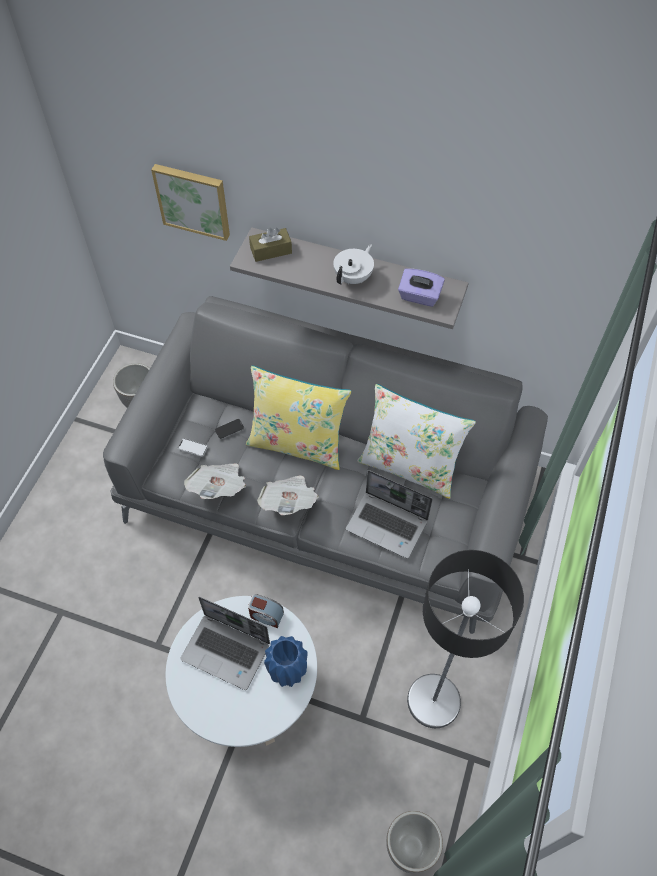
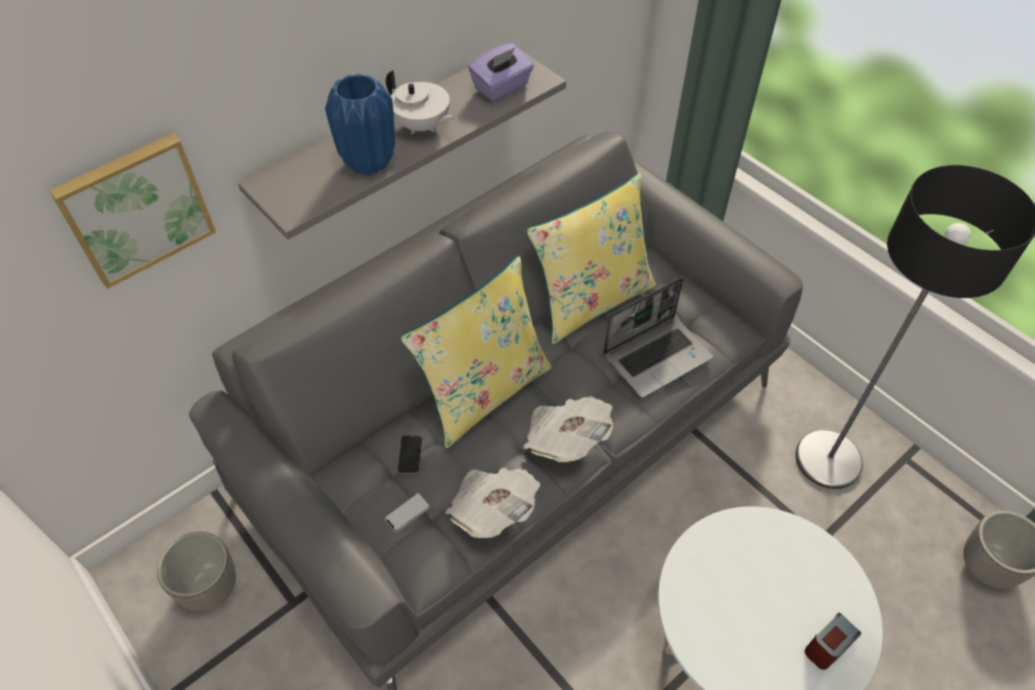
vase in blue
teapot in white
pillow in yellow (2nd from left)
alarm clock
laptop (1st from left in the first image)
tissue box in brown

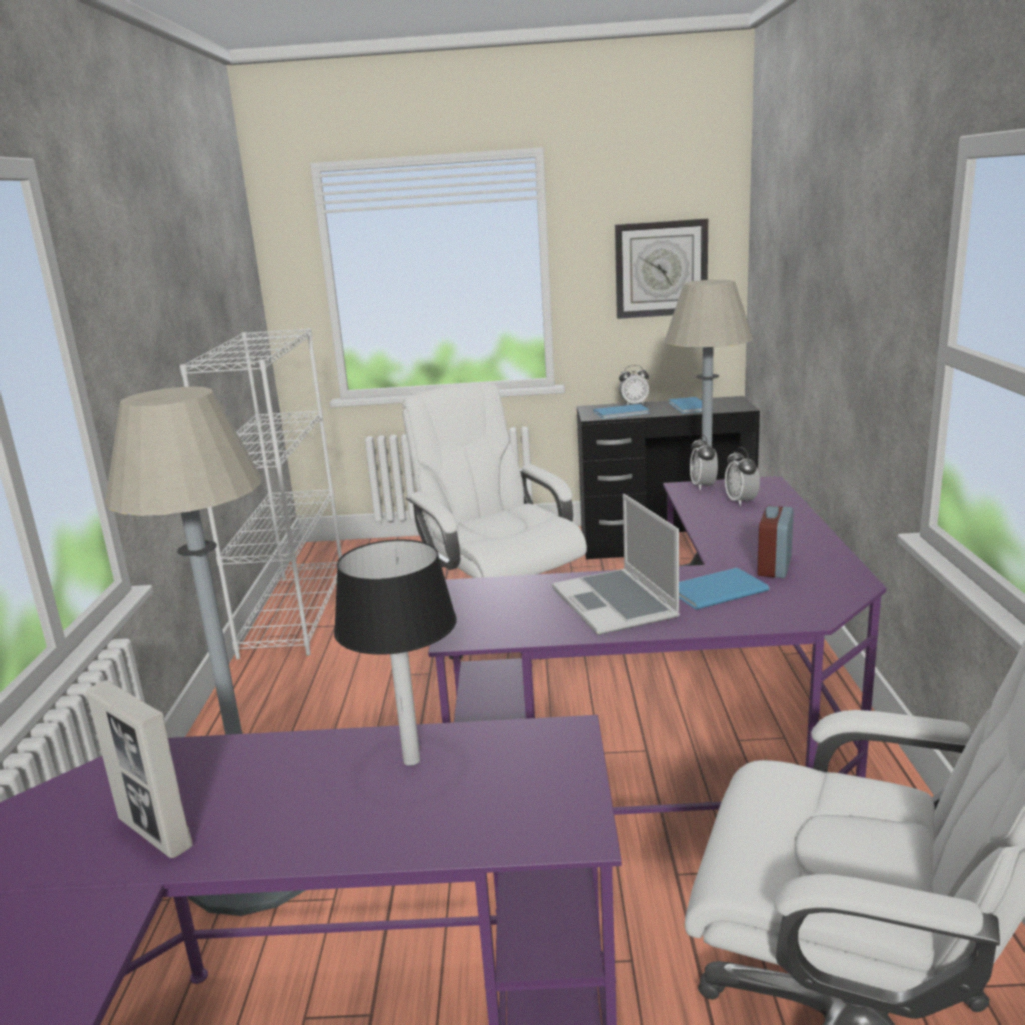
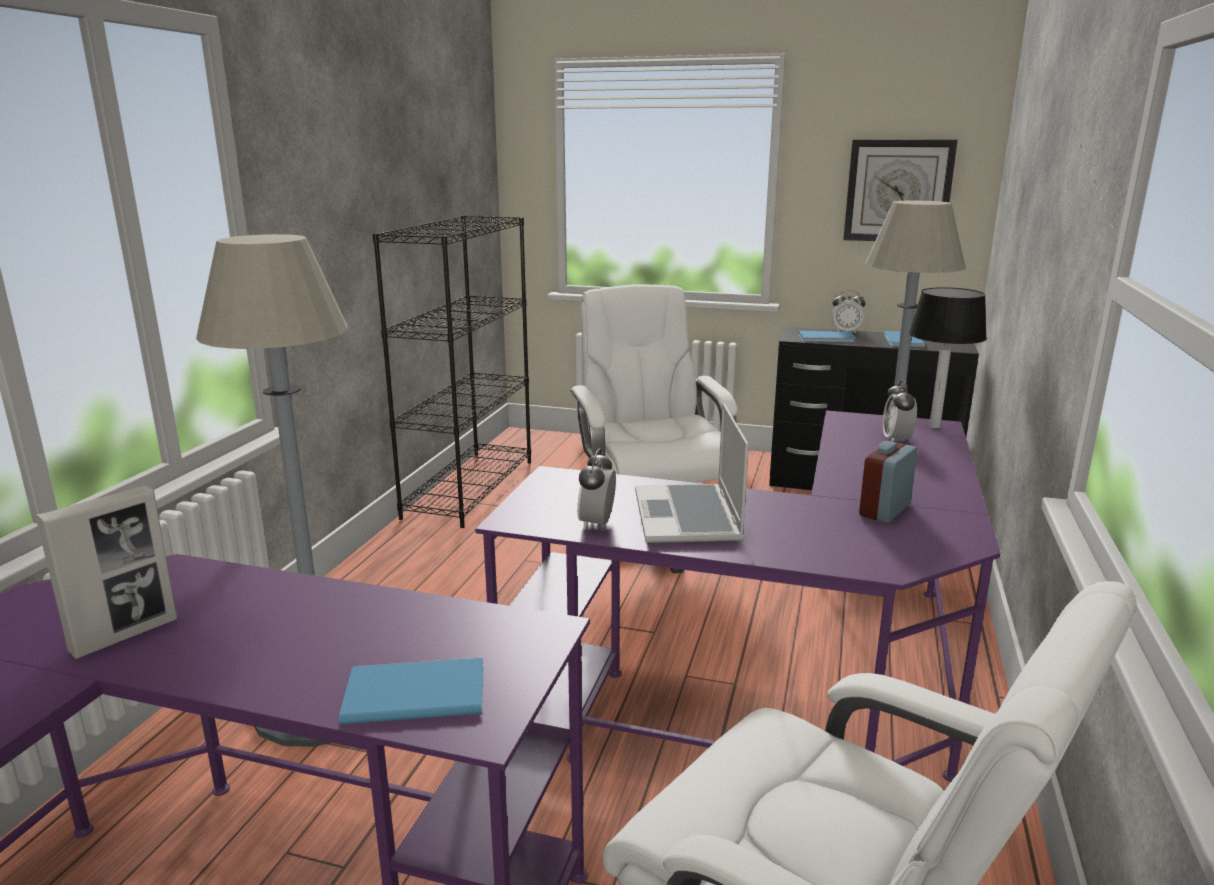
picture frame
book in blue (1st from left)
bookcase in black
alarm clock (1st from left)
table lamp

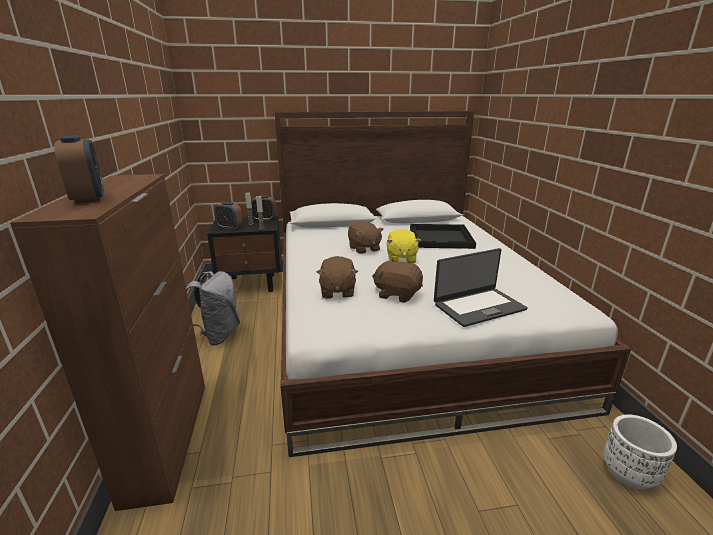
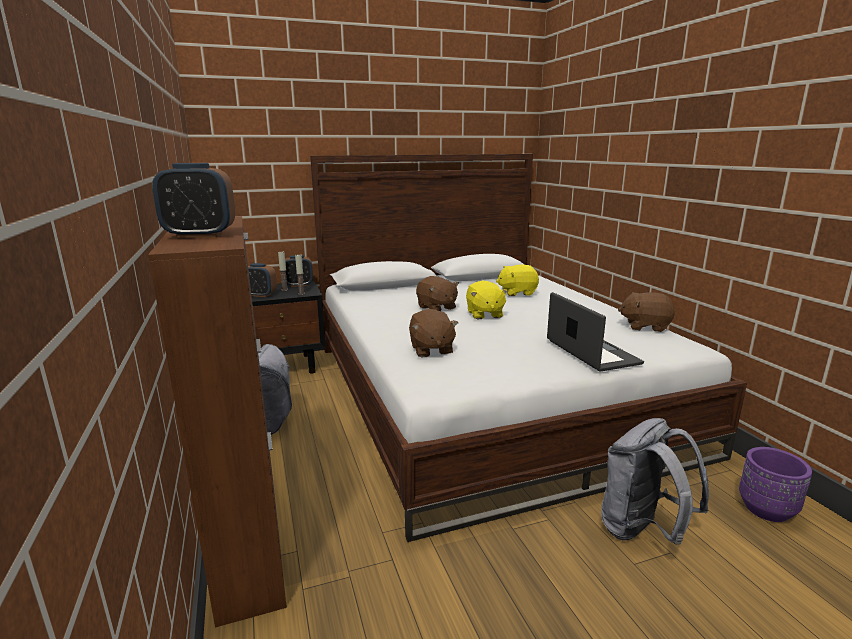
alarm clock (1st from left)
plush toy in yellow (2nd from left)
laptop
backpack in grey (2nd from left)
plush toy in brown (3rd from left)
planter in purple

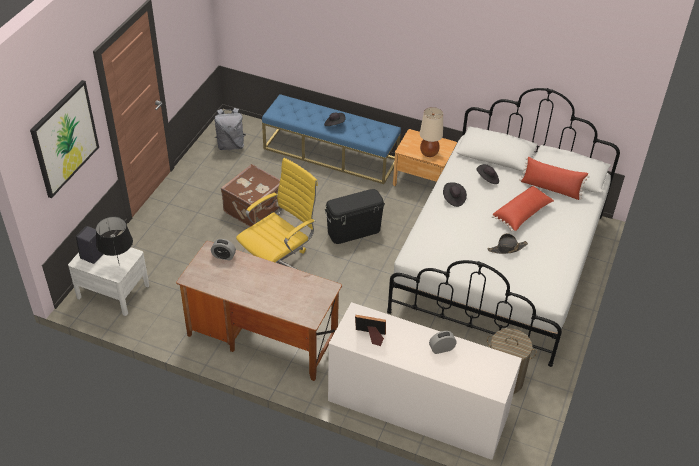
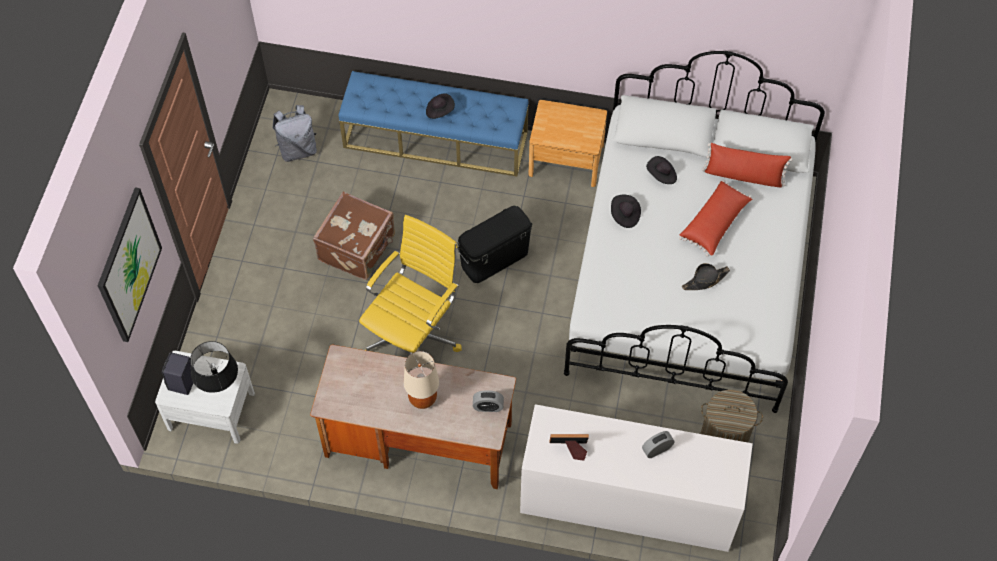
table lamp in beige
alarm clock (1st from left)

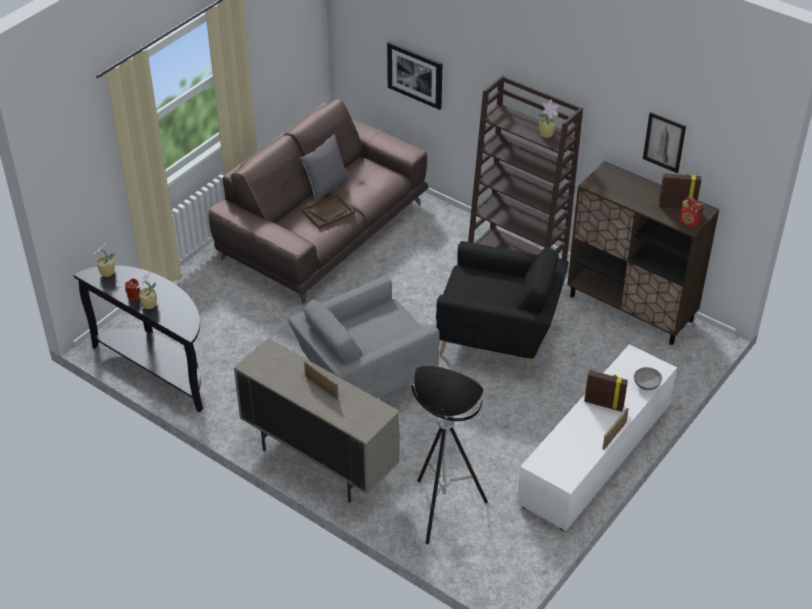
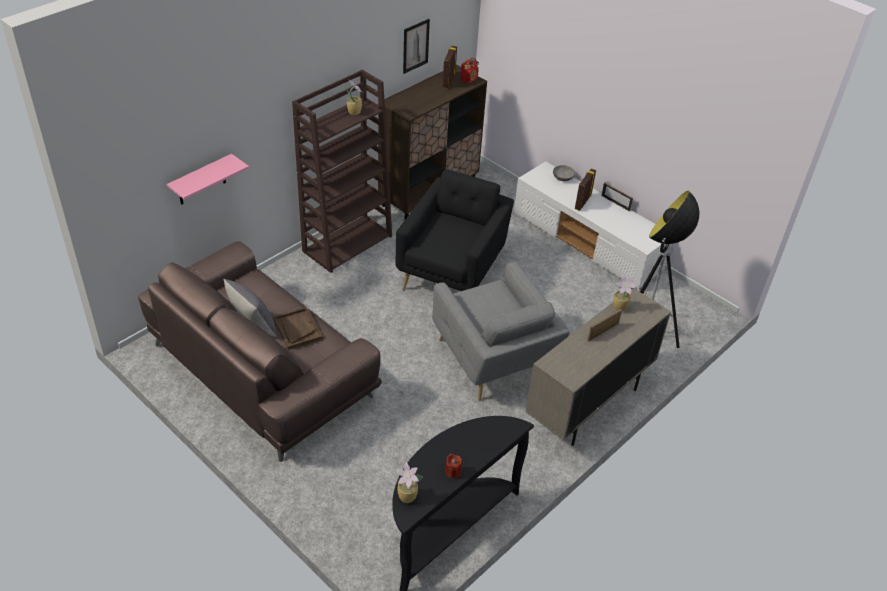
shelf in pink
potted plant (3rd from left)

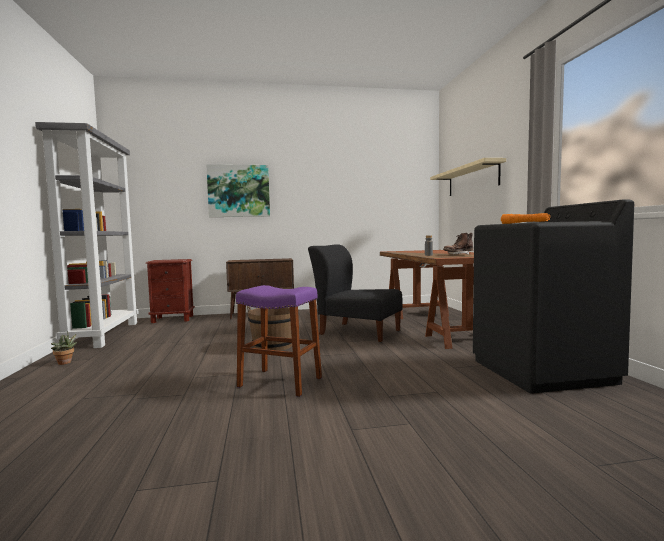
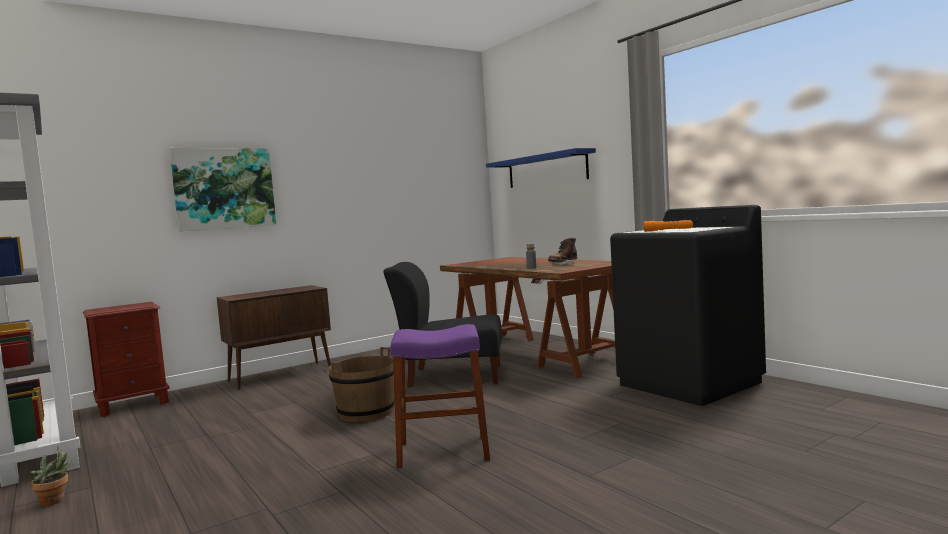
shelf in blue

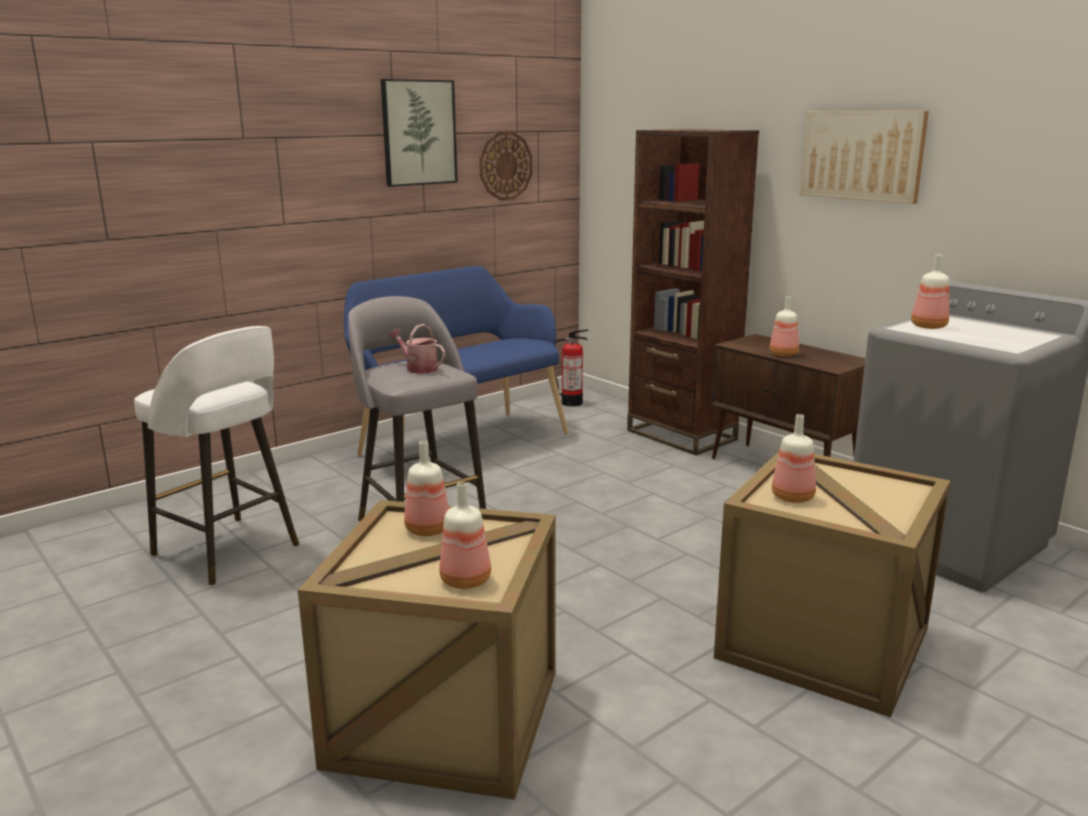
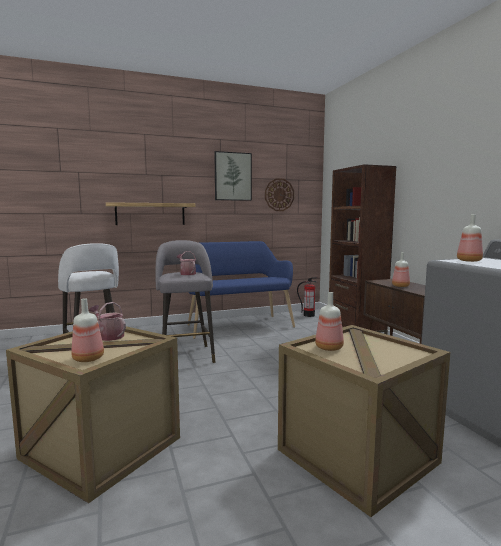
watering can (1st from left)
shelf
picture (2nd from left in the first image)

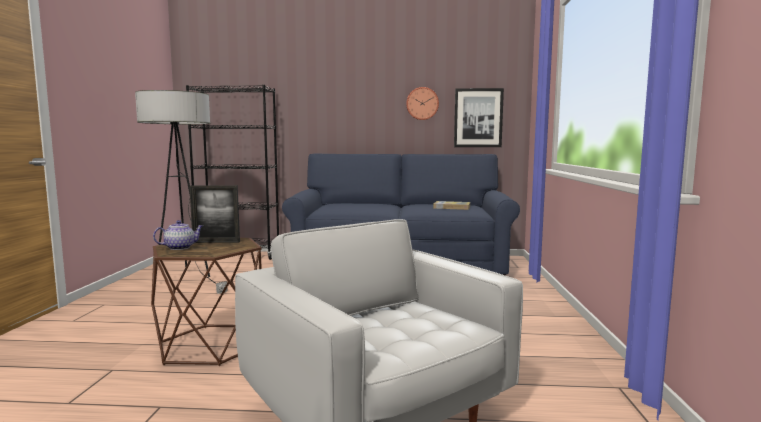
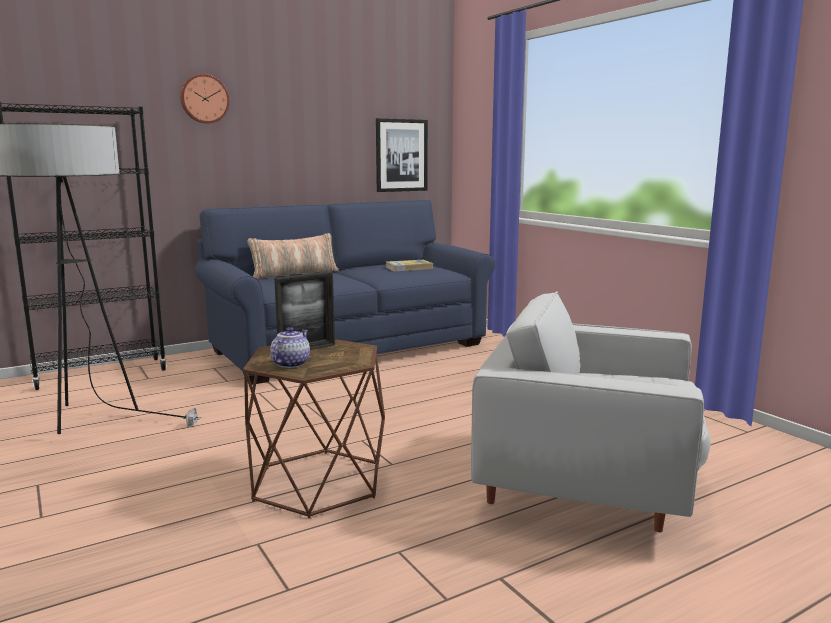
wall clock
pillow

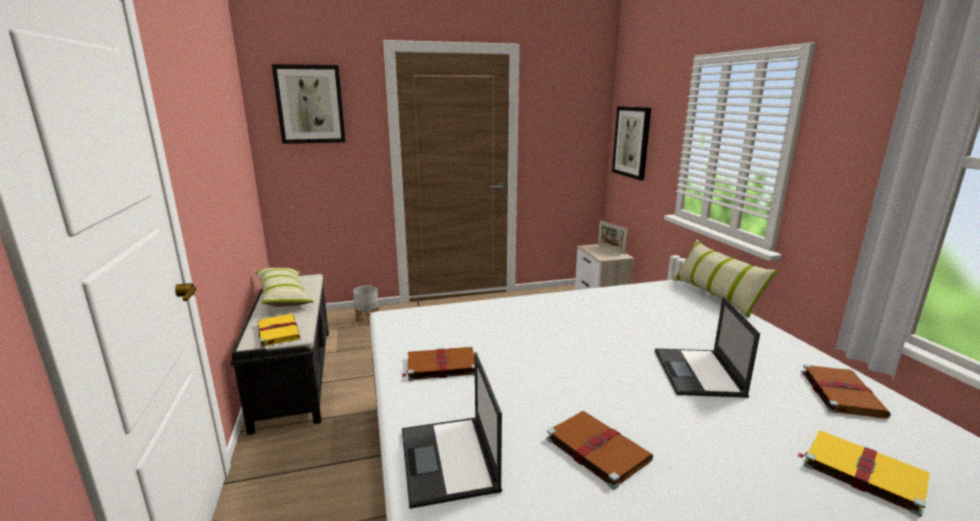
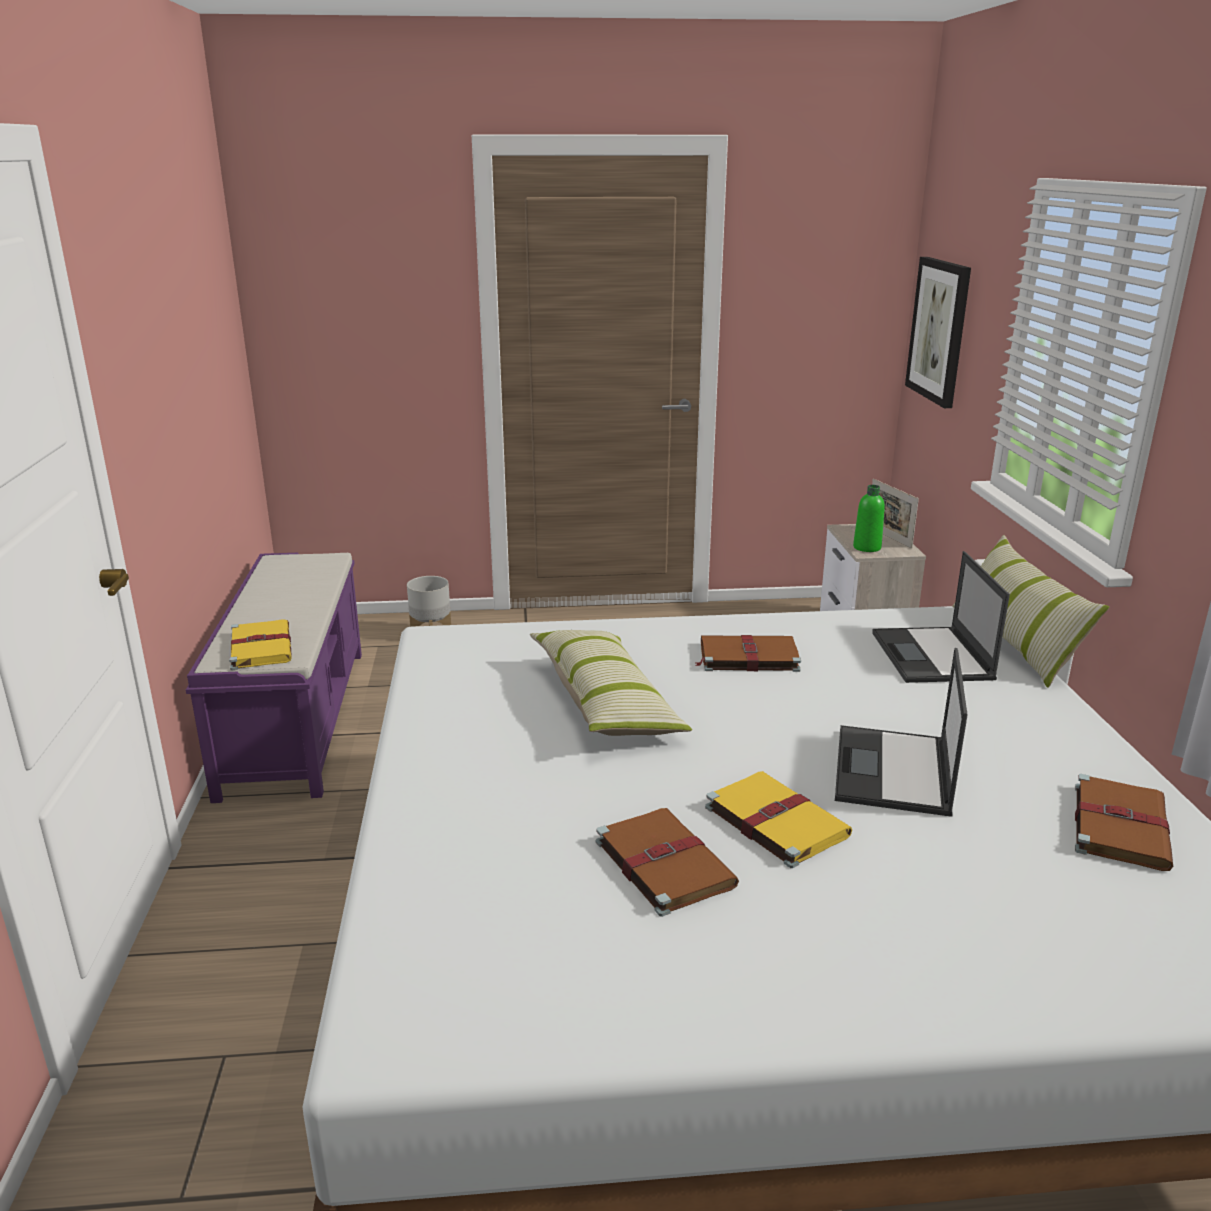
bench in purple
pillow (1st from left)
book in brown (2nd from left)
book in yellow (2nd from left)
bottle in green
laptop (2nd from left)
picture (1st from left in the first image)

